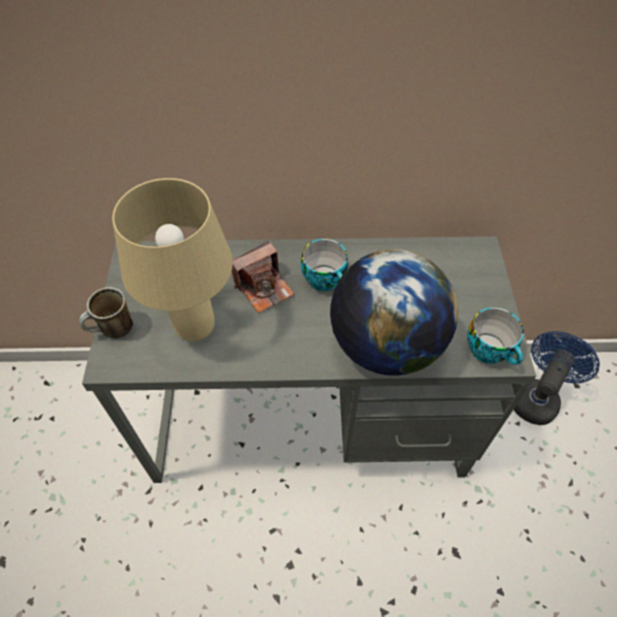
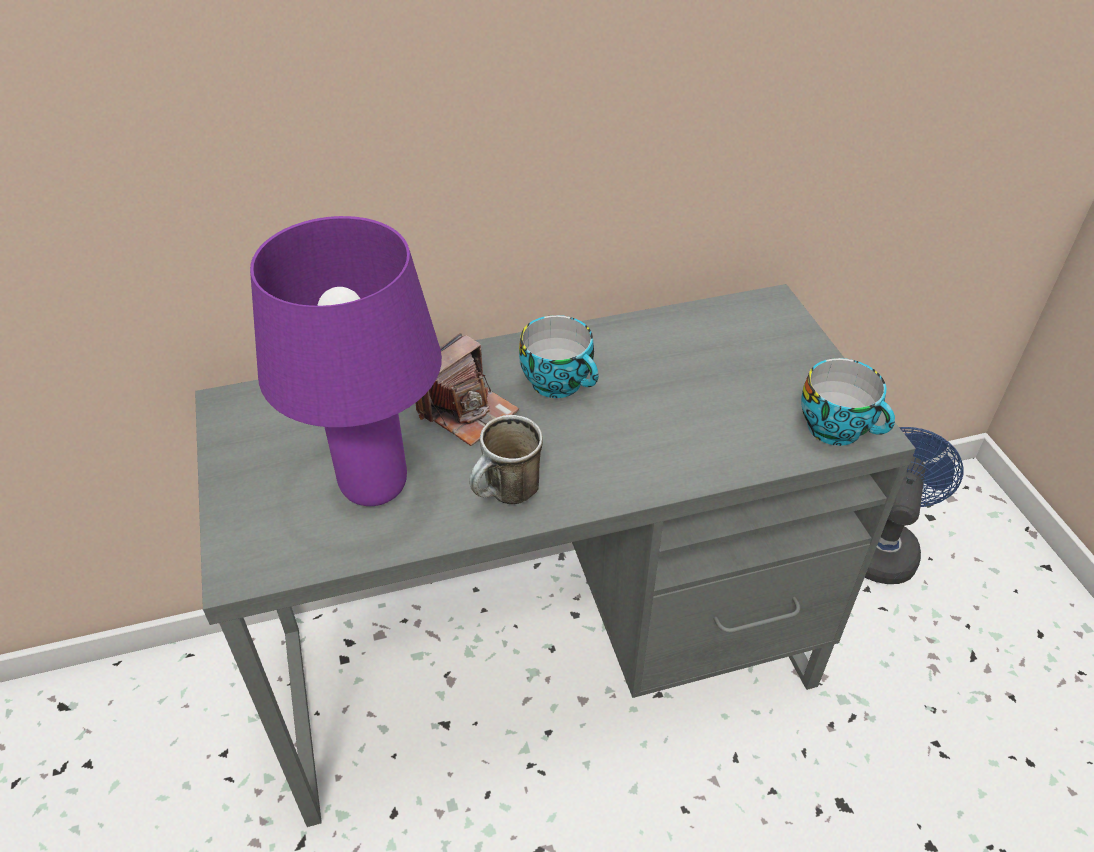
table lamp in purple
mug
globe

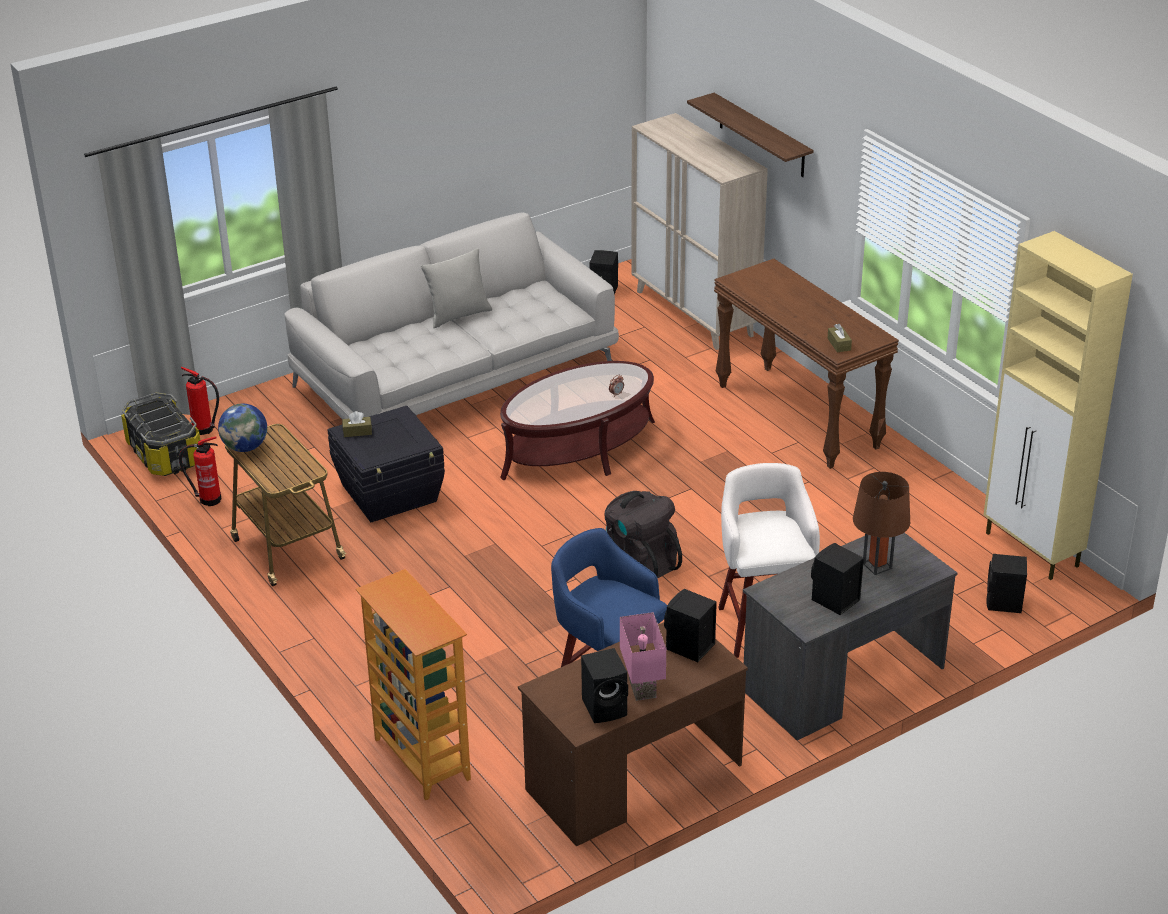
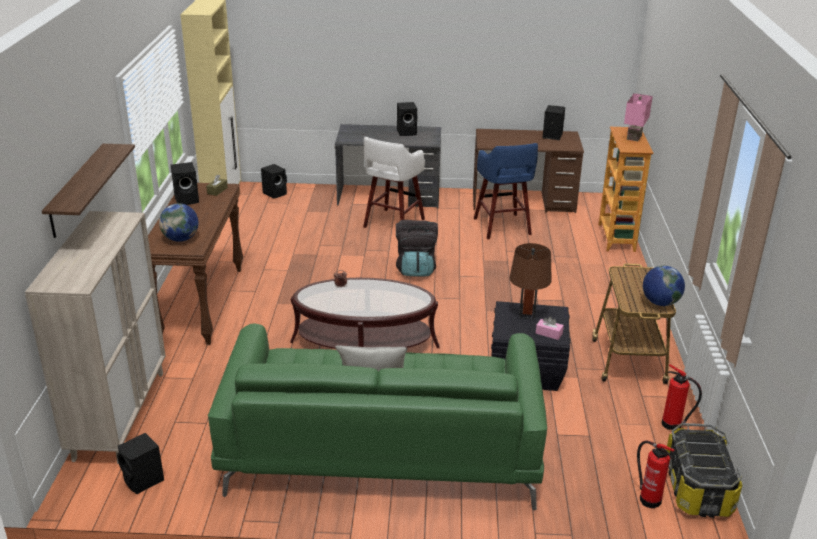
globe (1st from left)
speaker in black (2nd from left)
sofa in green
table lamp in brown
tissue box in pink
table lamp in pink

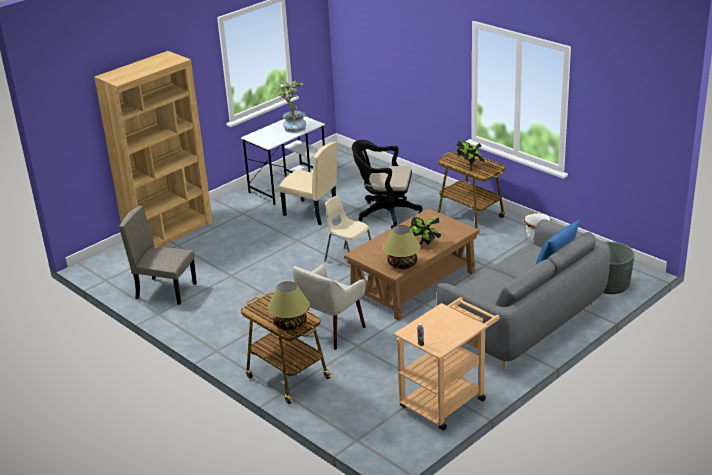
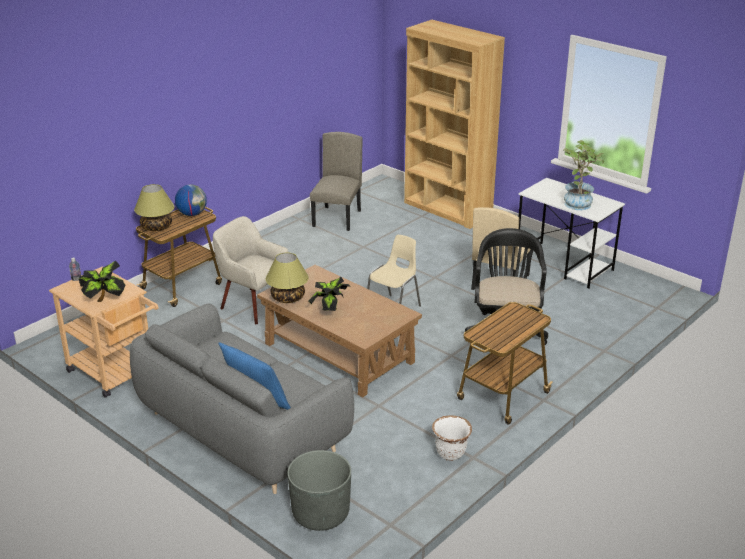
potted plant (1st from left)
globe

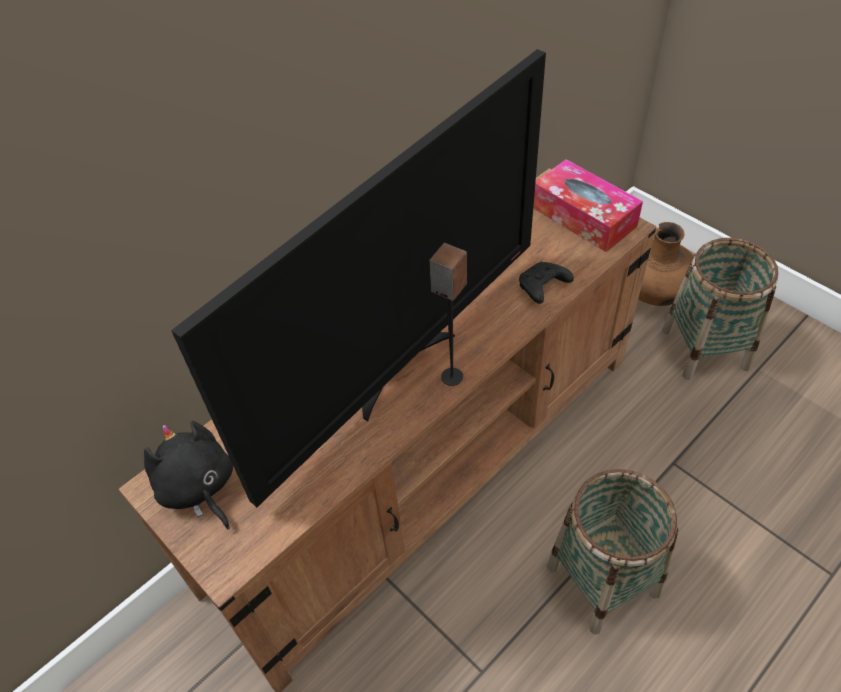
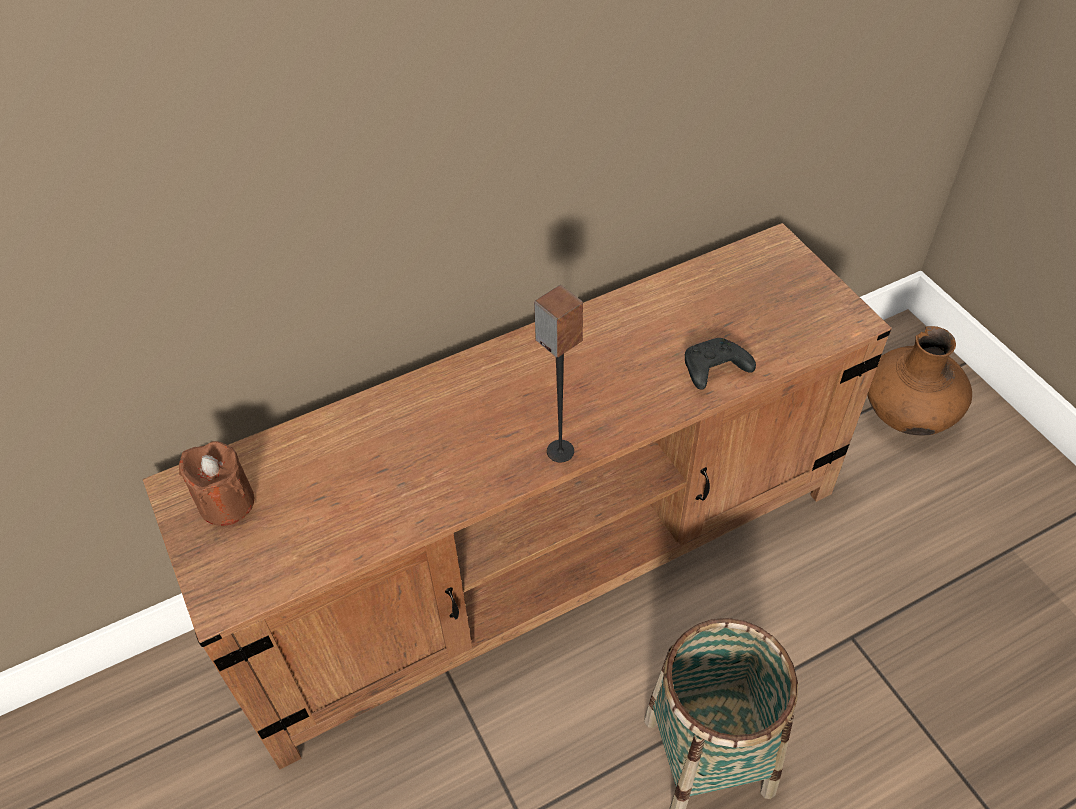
candle in brown
television
tissue box
basket (2nd from left in the first image)

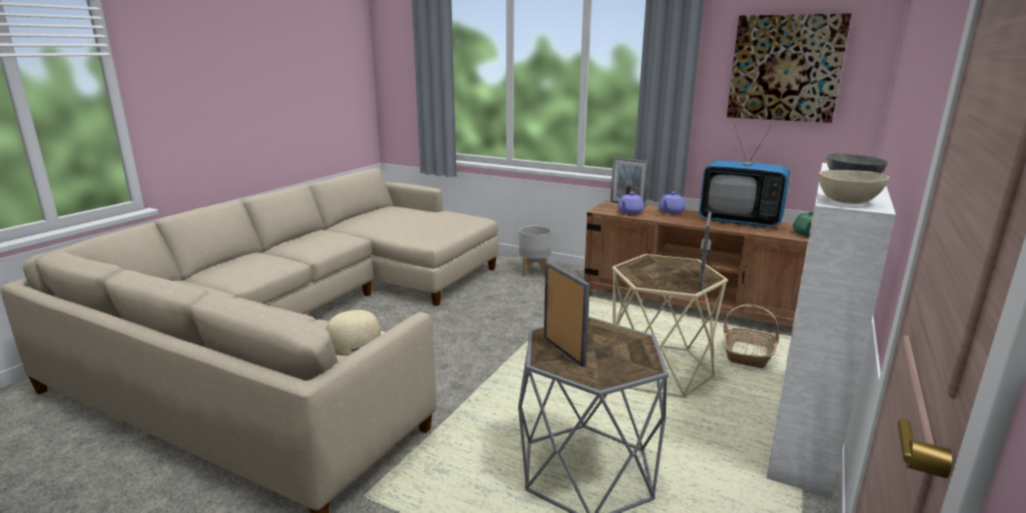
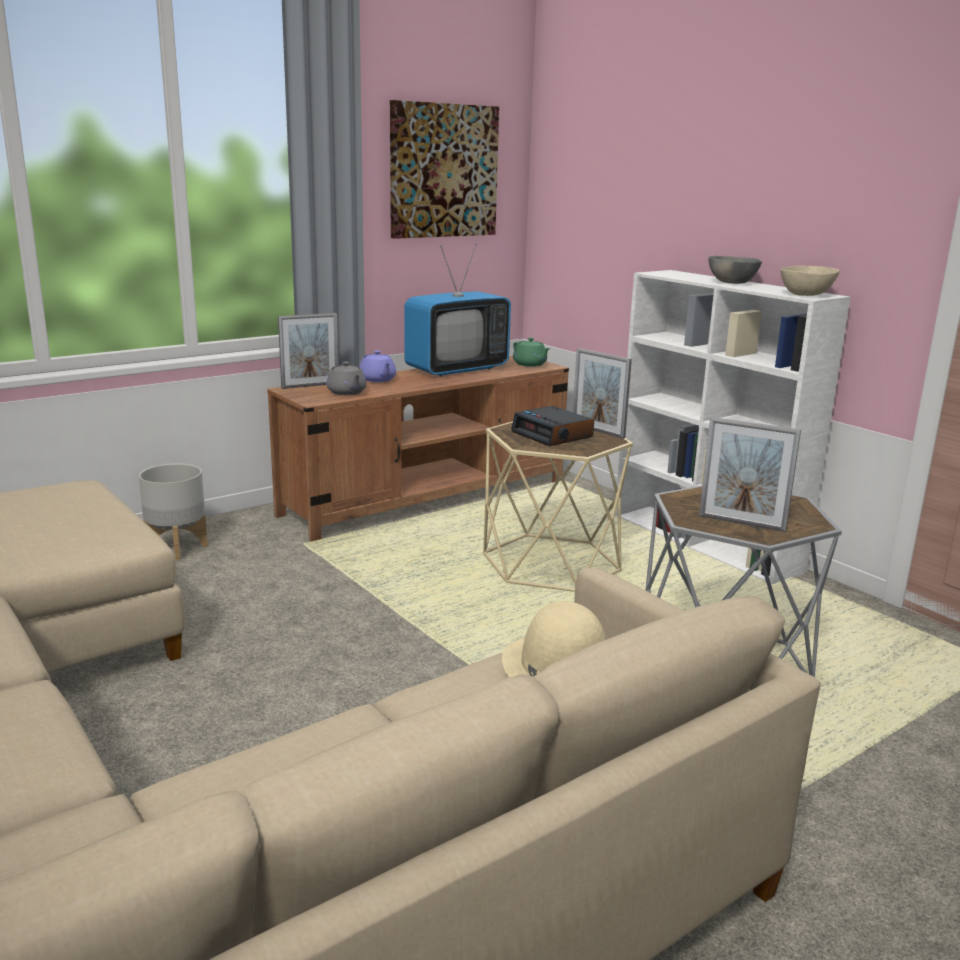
teapot in grey
alarm clock
picture frame (3rd from left)
basket

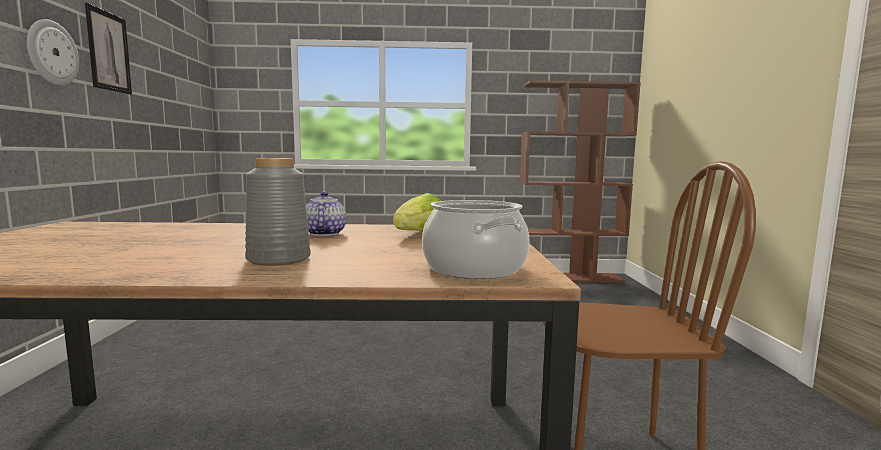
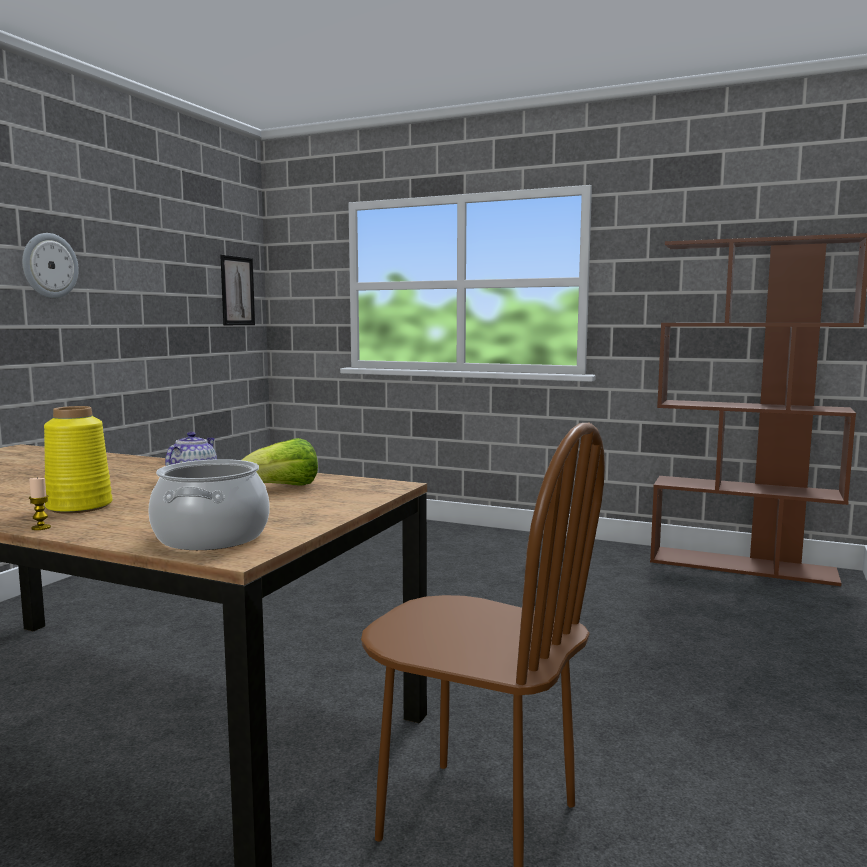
candle
vase in yellow
picture

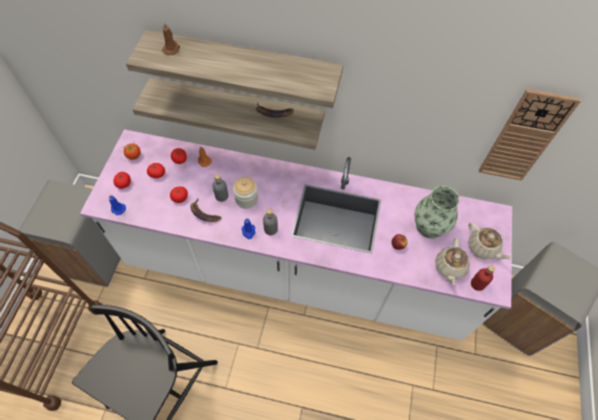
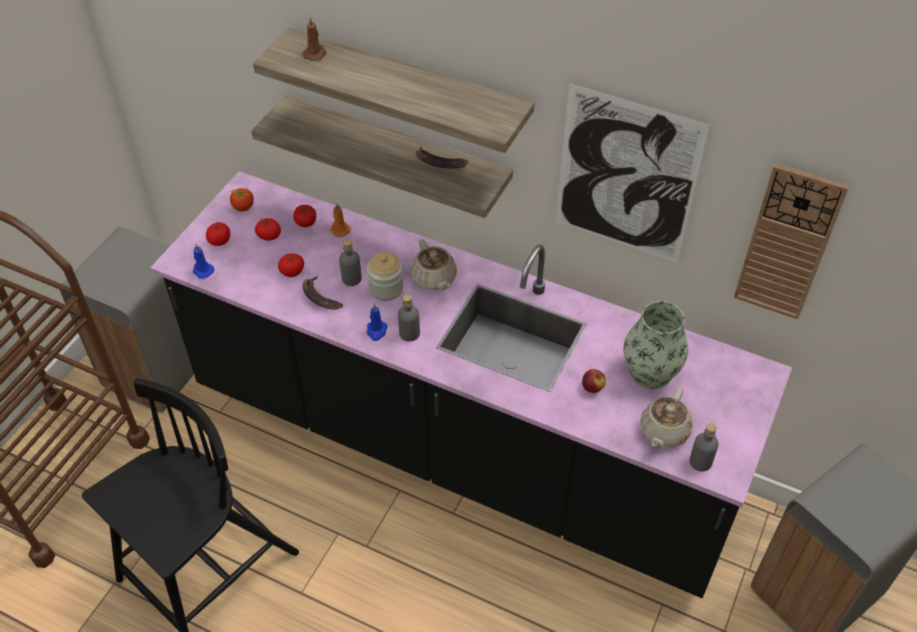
counter in black
teapot in beige (1st from left)
picture
bottle in grey (3rd from left)

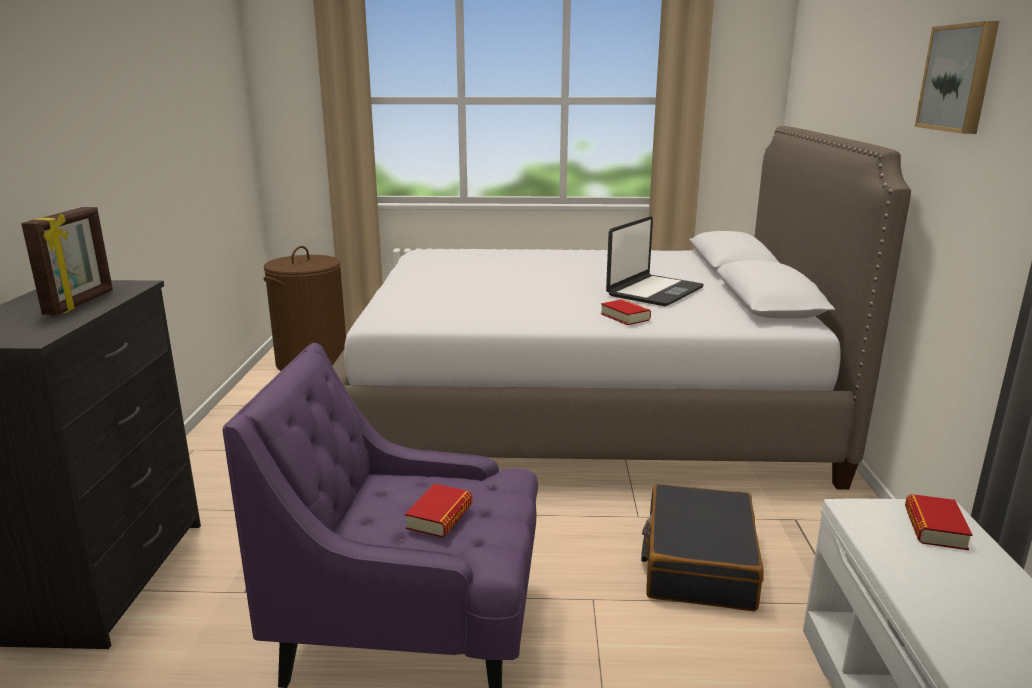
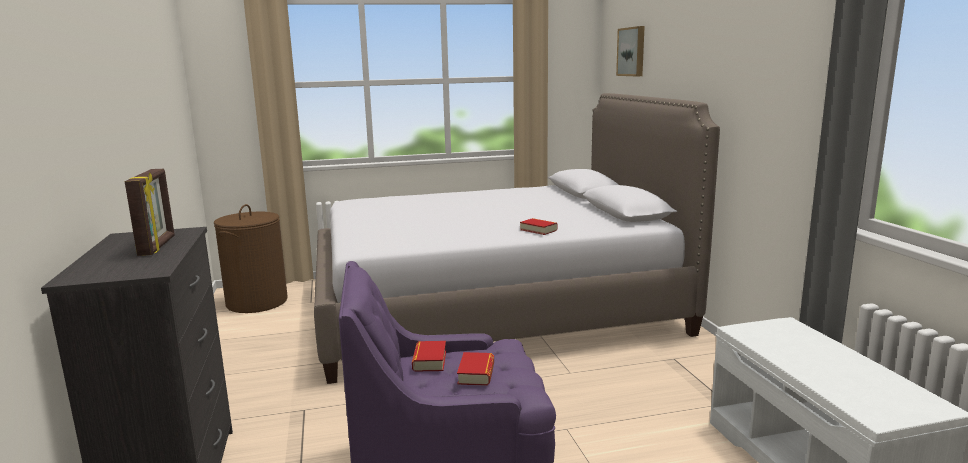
book (1st from left)
picture
laptop
suitcase in black

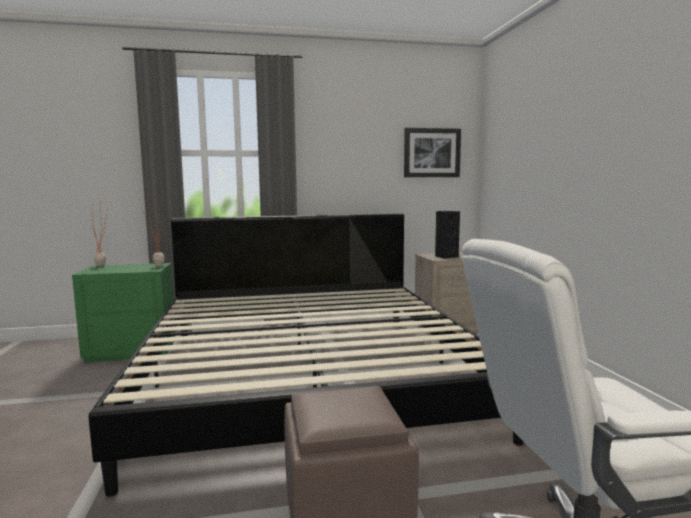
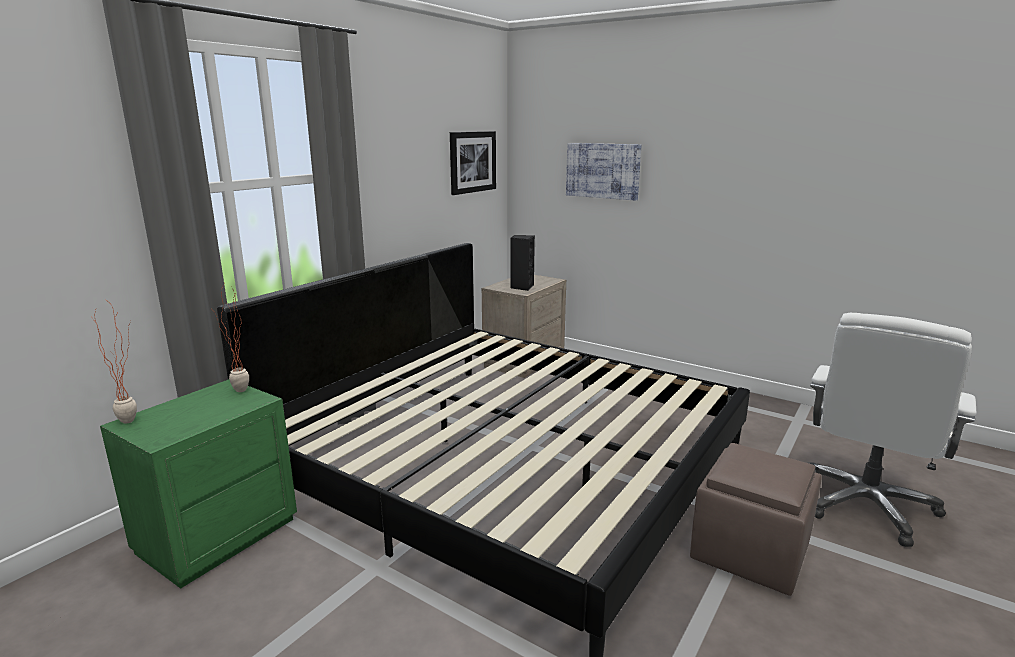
picture (2nd from left)

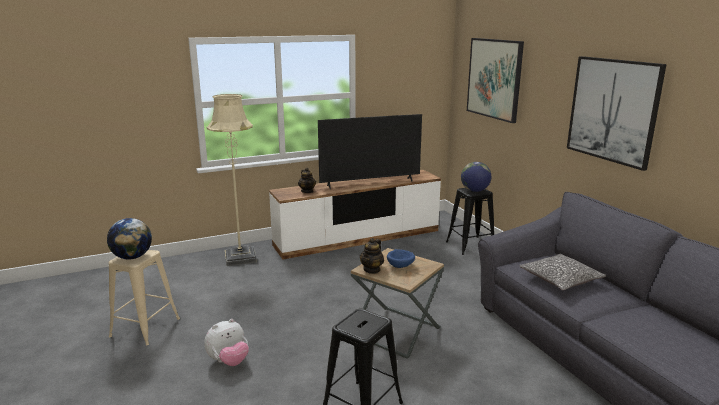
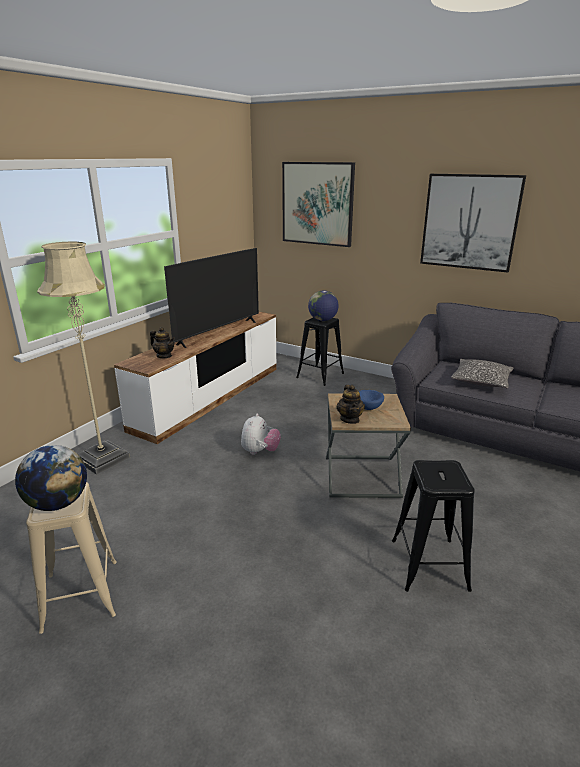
plush toy

